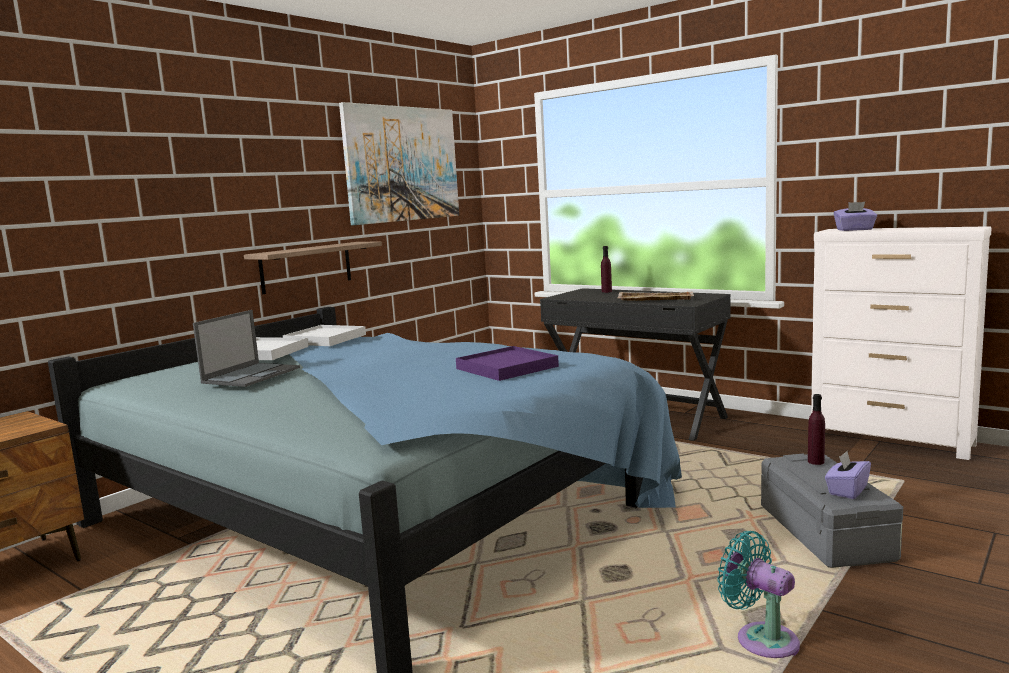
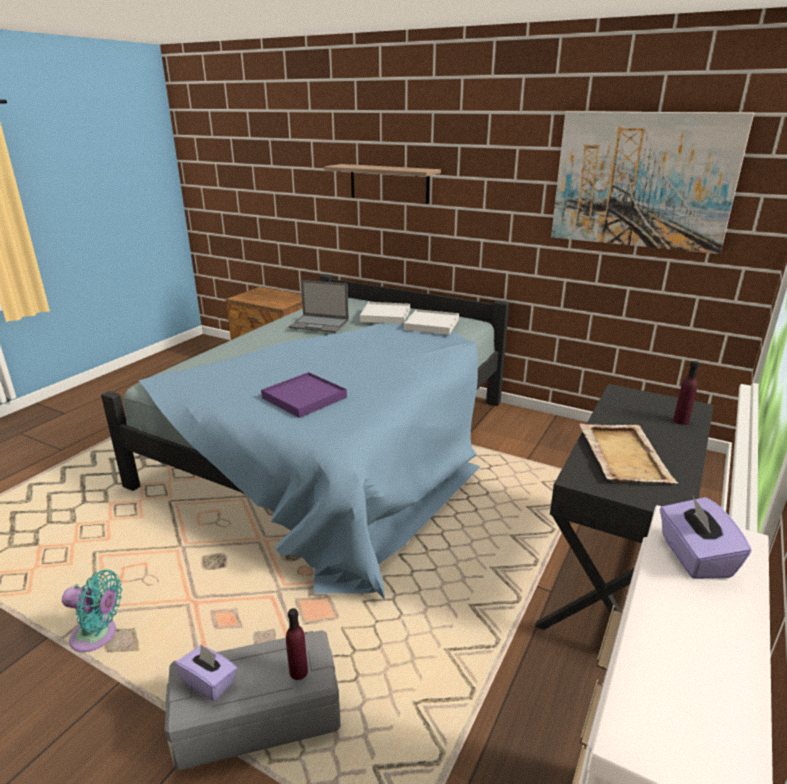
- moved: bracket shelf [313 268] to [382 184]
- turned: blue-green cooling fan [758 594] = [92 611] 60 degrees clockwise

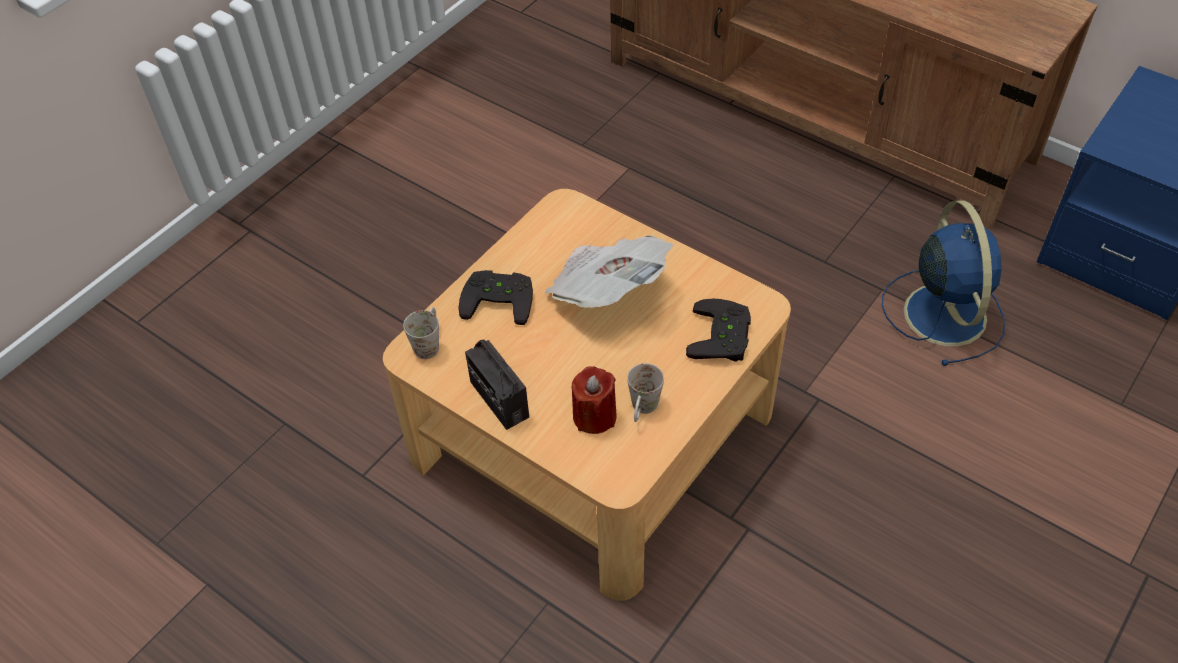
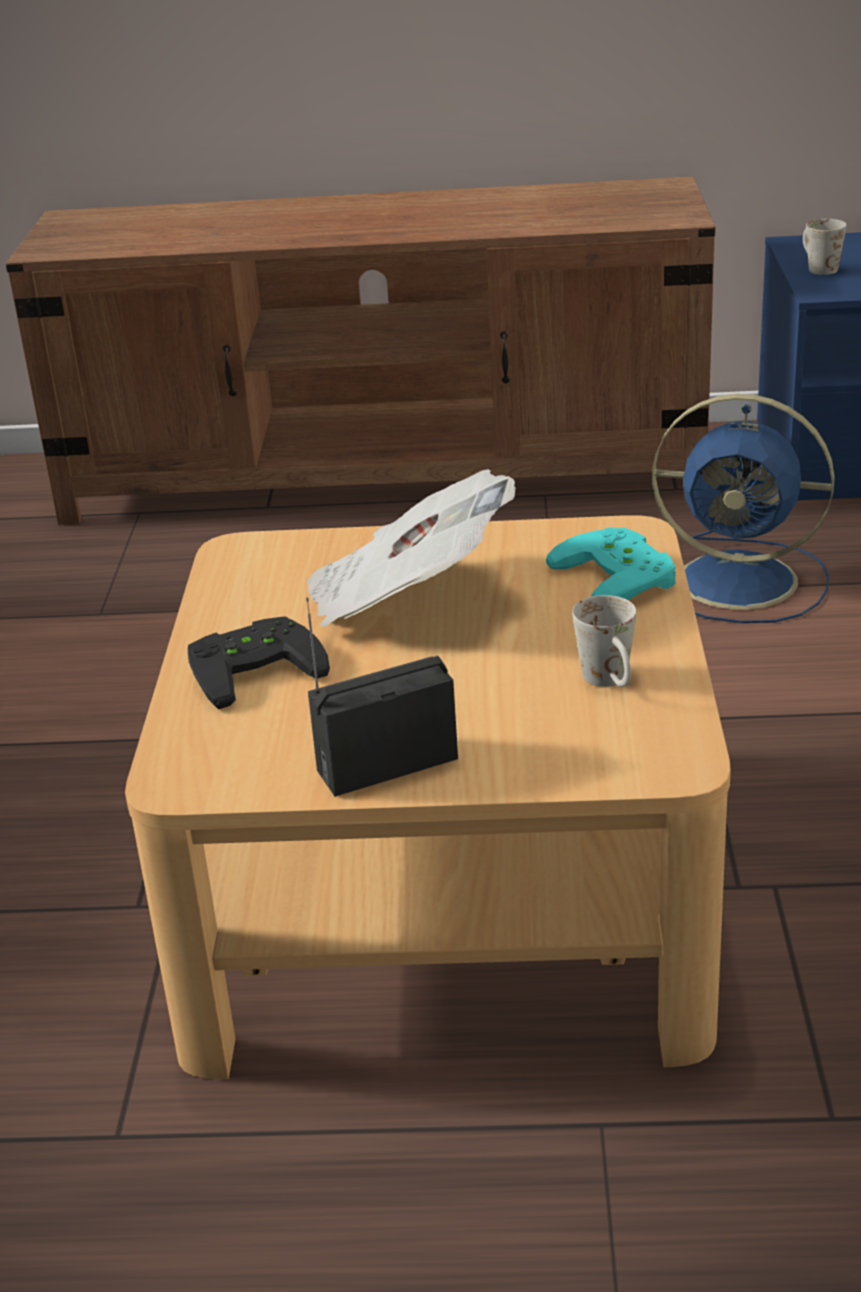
- turned: bluish cooling fan [943 283] = [743 508] 150 degrees clockwise
- recoloured: black-coloured joypad [718 330] to blue-green joypad [611 563]
- moved: whitish mug [421 333] to [825 247]
- turned: radio set [497 384] = [382 697] 135 degrees clockwise
- removed: red wax candle [594 400]

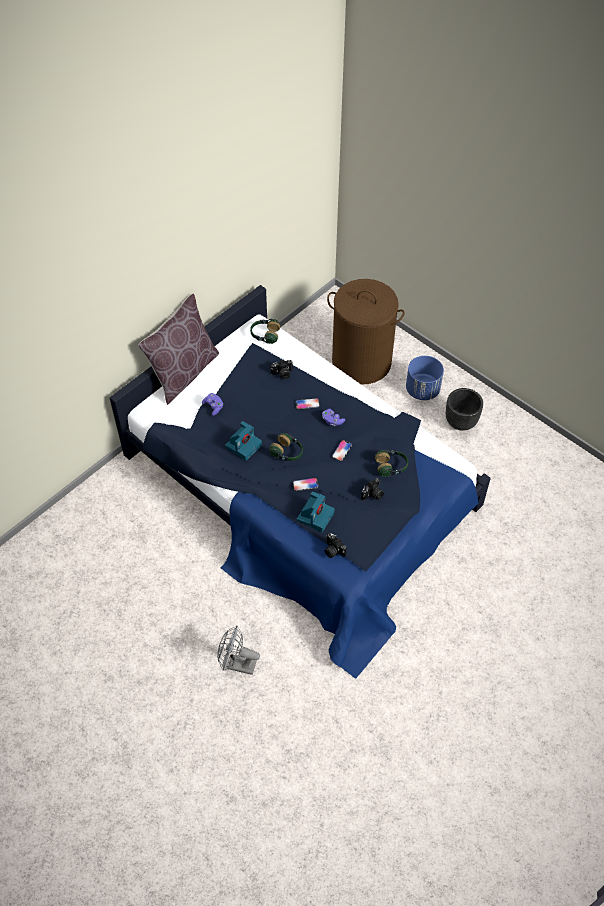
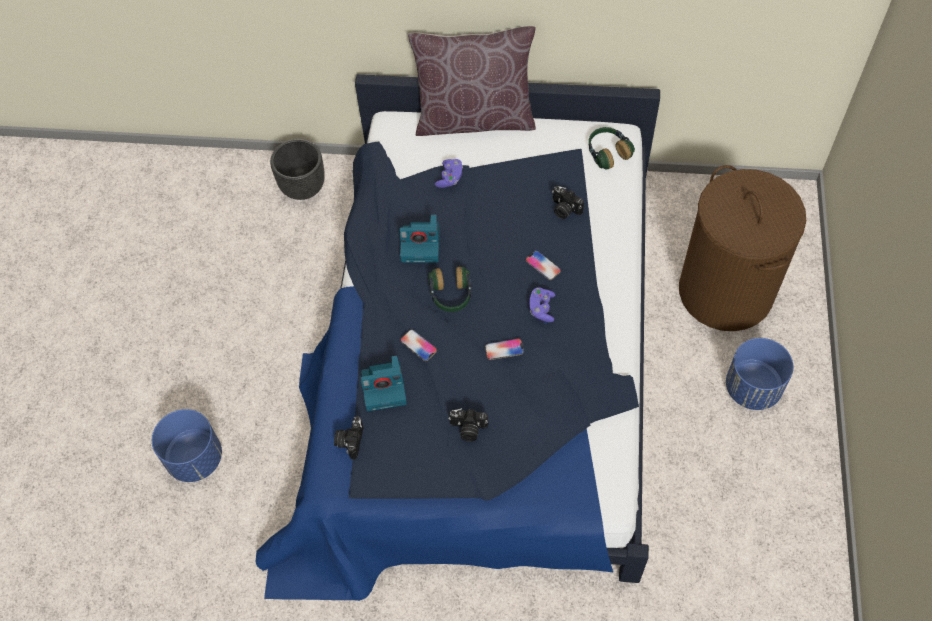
- moved: black-coloured planter [464 409] to [297 169]
- removed: headphones [391 463]
- replaced: grey cooling fan [238 650] to bluish planter [187 445]

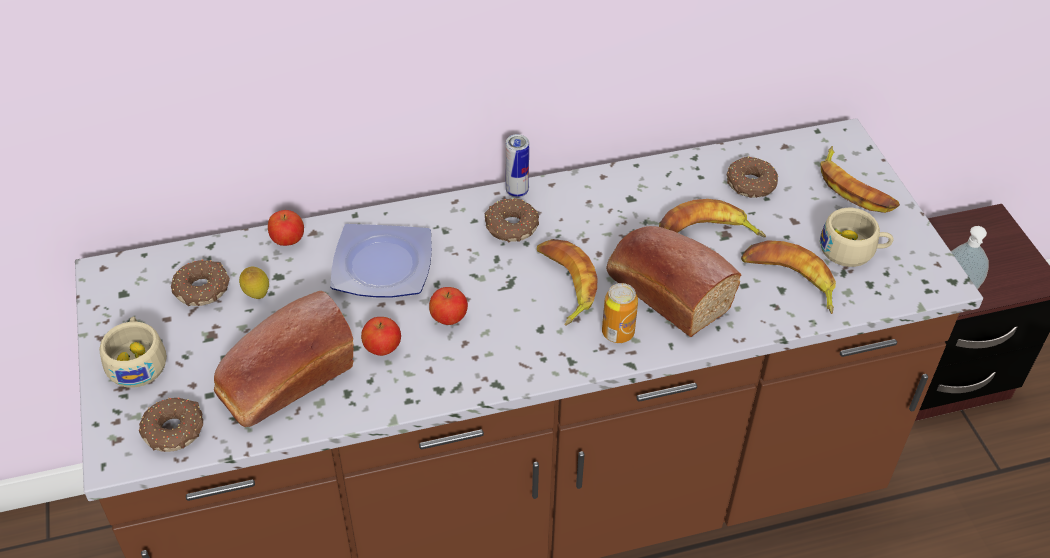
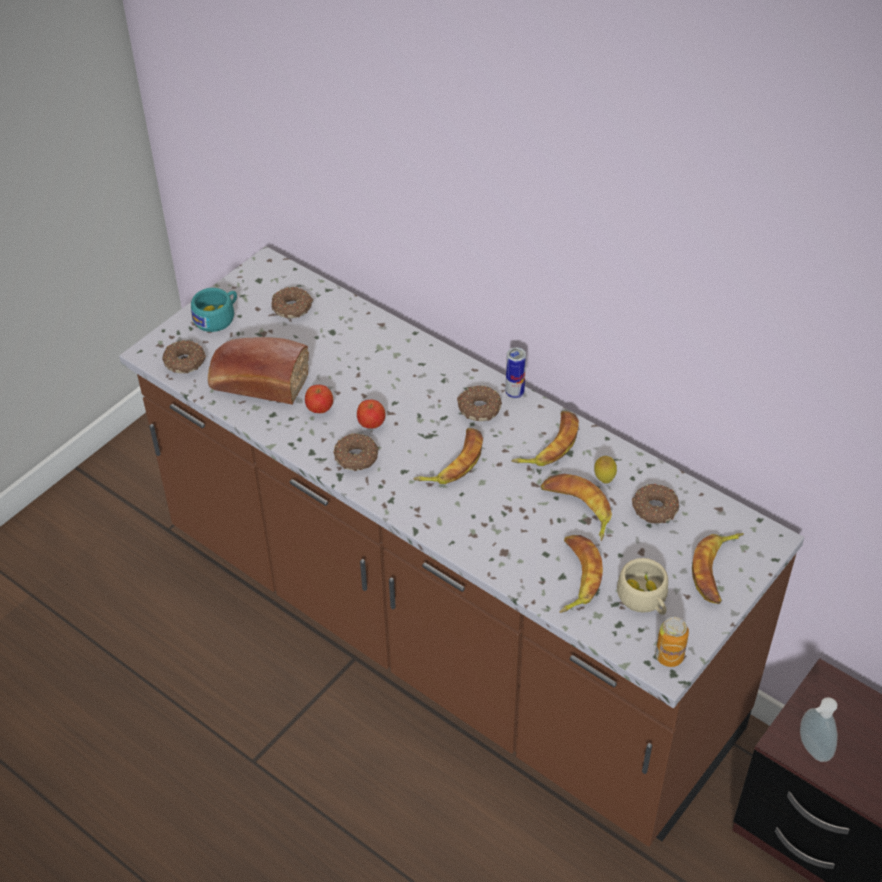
- removed: apple fruit [286 228]
- removed: flat dish [381 261]
- removed: bakery bread [673 281]
- moved: whole lemon [254 283] to [605 469]
- moved: metal can [620 313] to [672 642]
- recoloured: beige drinking cup [133 352] to blue-green drinking cup [214 310]
- added: whole banana [545 438]
- added: ring doughnut [356 452]

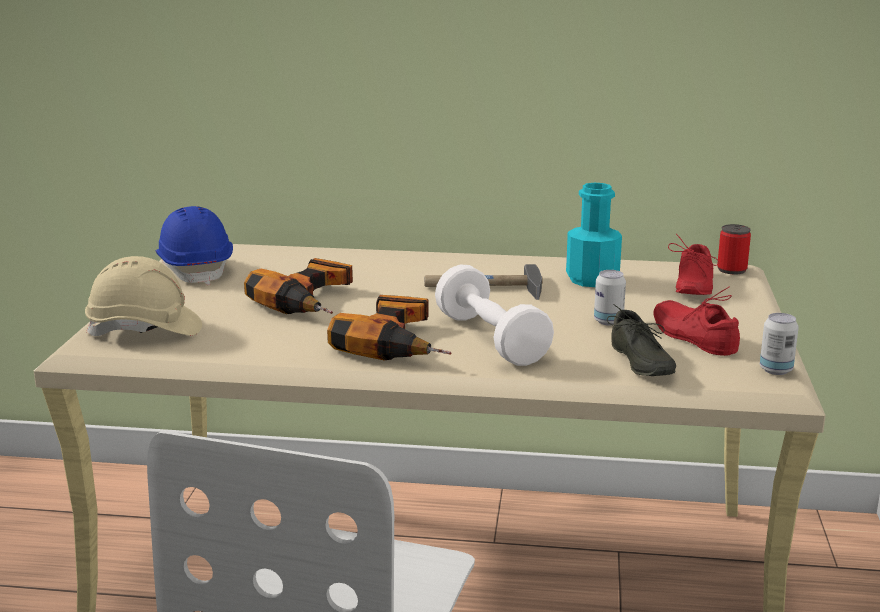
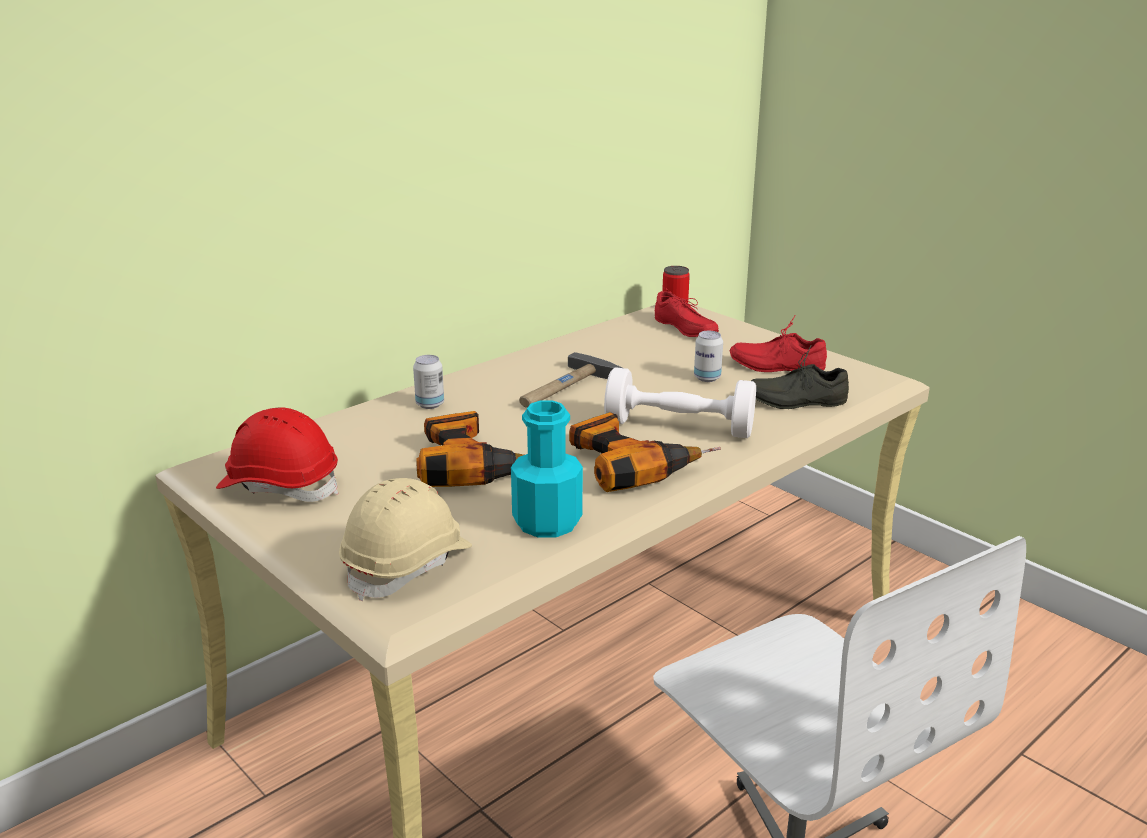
- moved: blue-green beverage bottle [594 235] to [547 469]
- recoloured: bluish work helmet [194 245] to red work helmet [277 454]
- turned: grey item of footwear [641 340] = [800 377] 150 degrees clockwise
- moved: metal can [779 344] to [428 382]

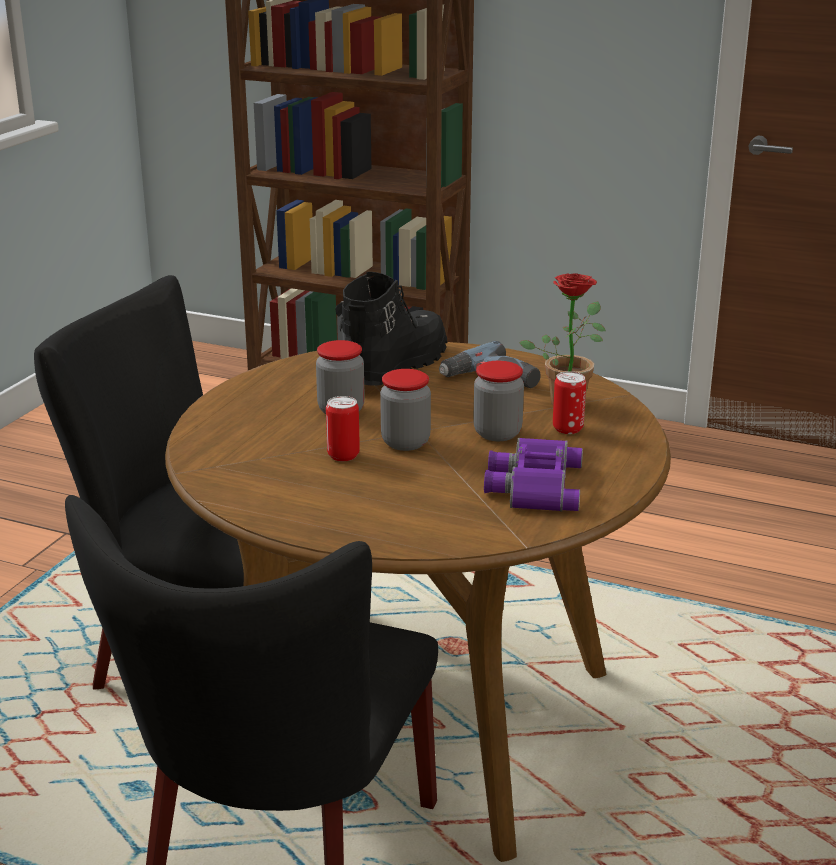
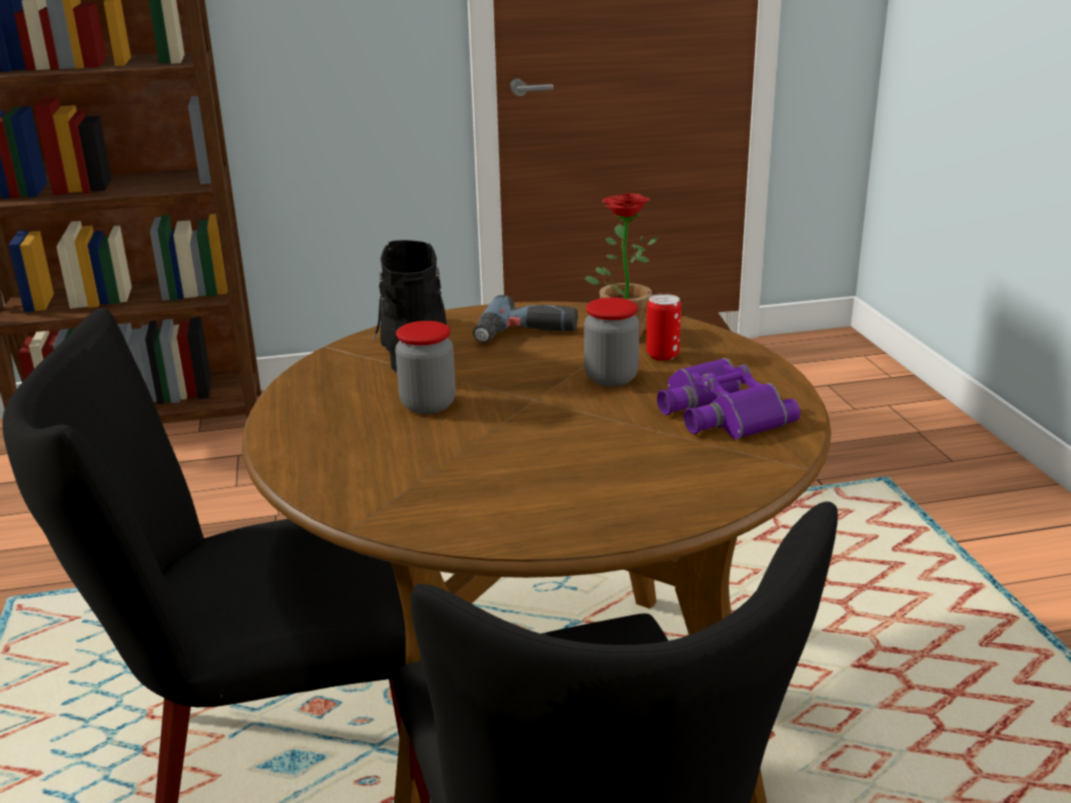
- removed: storage jar [405 410]
- removed: metal can [343 428]

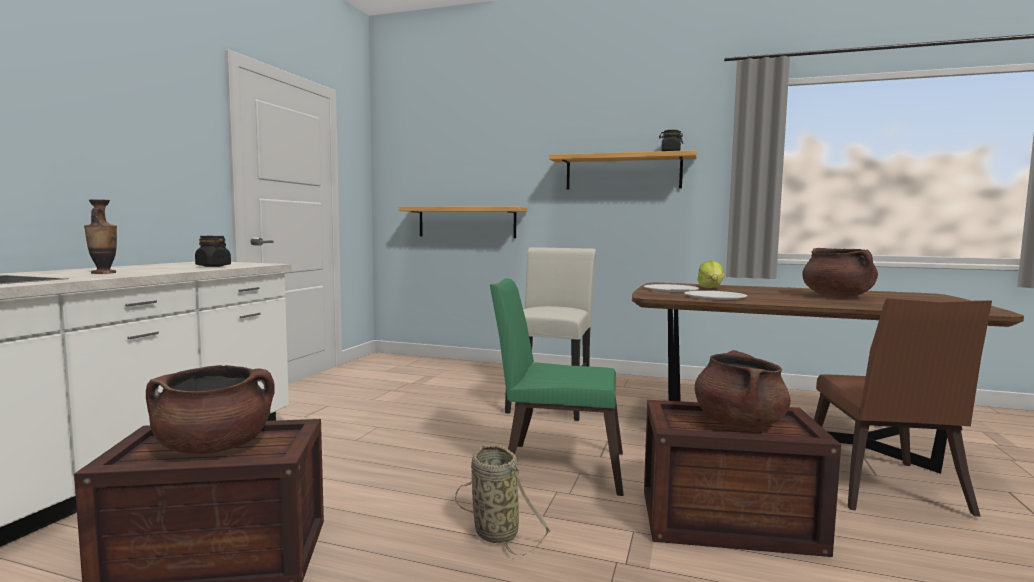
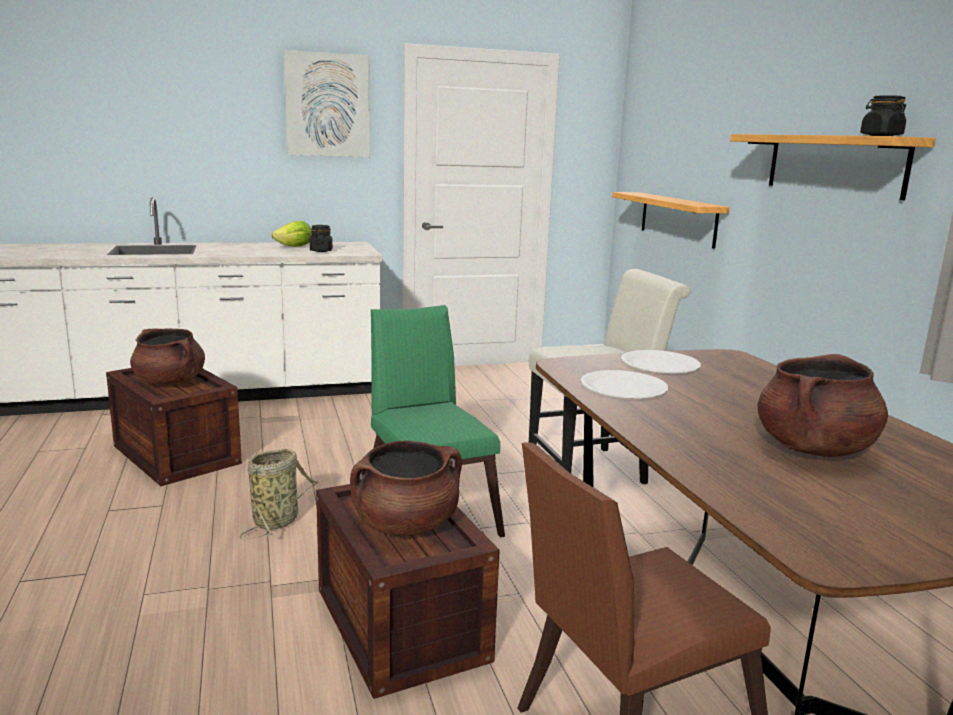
- removed: decorative vase [100 236]
- moved: head of lettuce [711 274] to [291 234]
- added: wall picture [327 103]

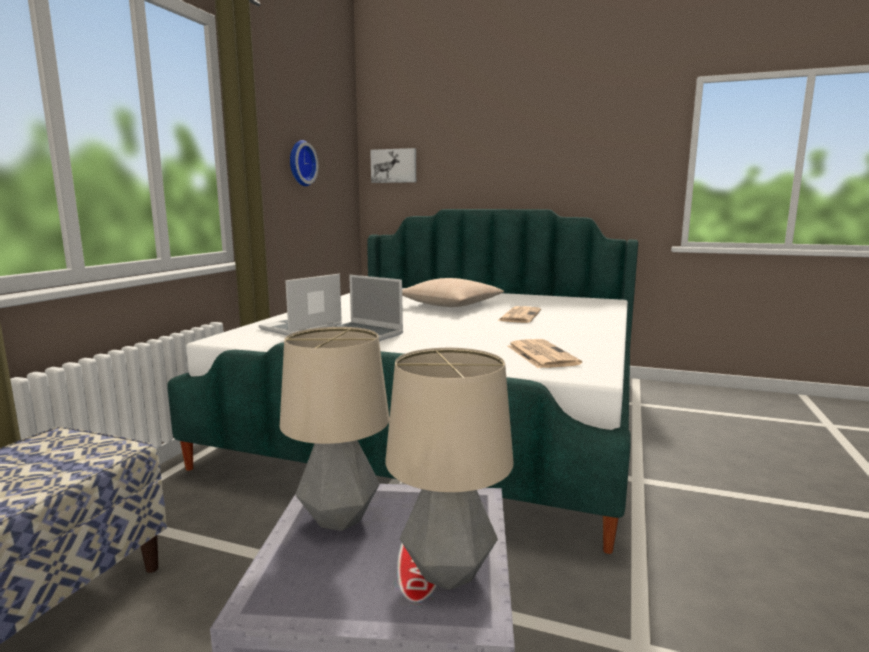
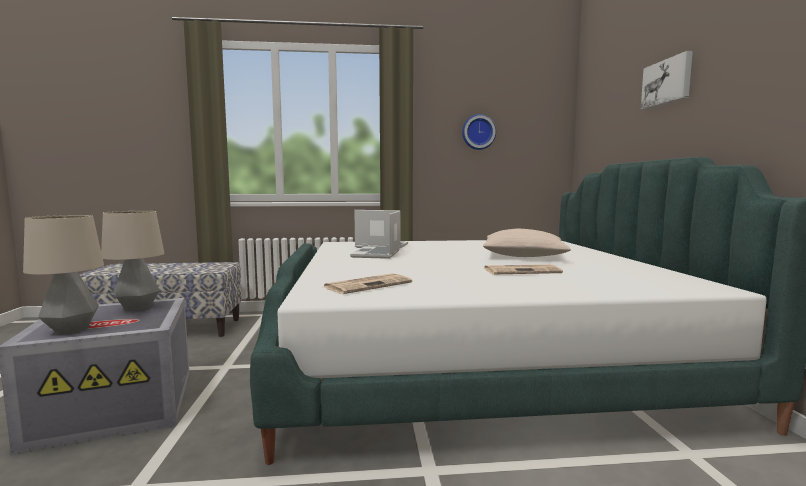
- moved: wall picture [393 165] to [667 80]

